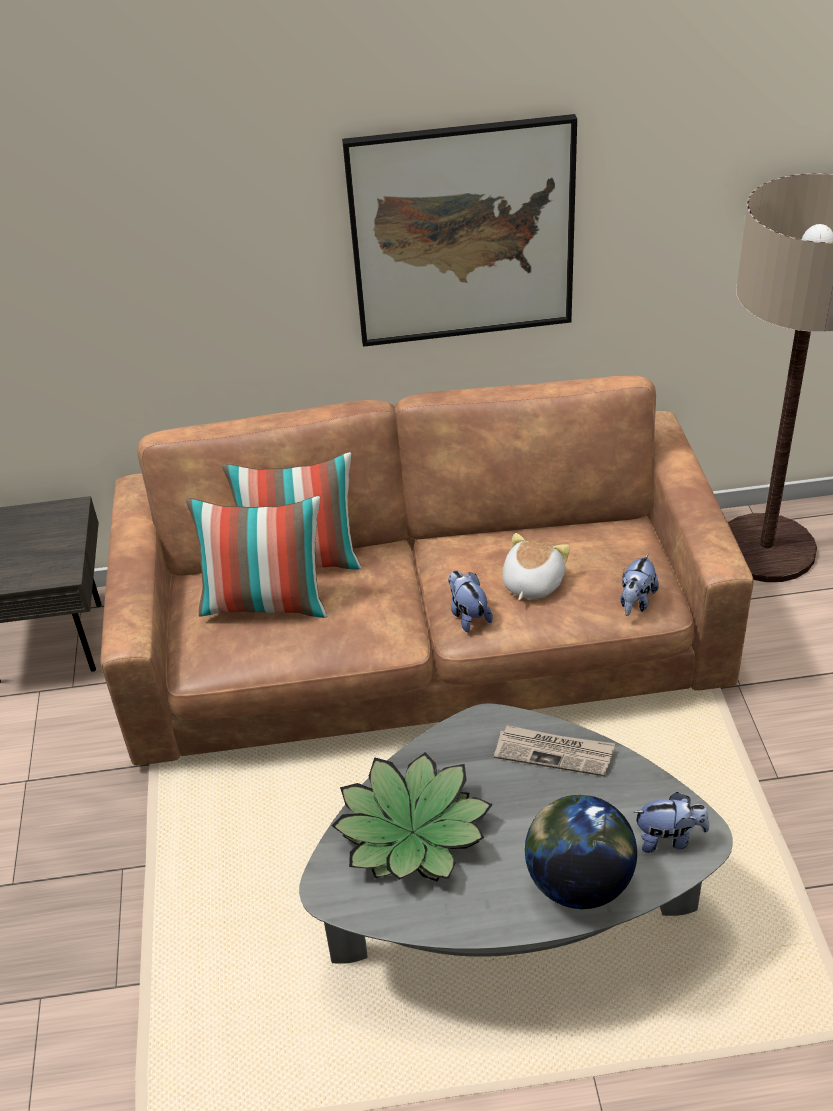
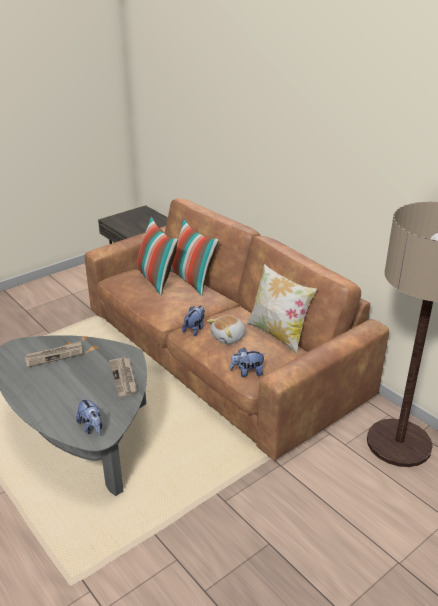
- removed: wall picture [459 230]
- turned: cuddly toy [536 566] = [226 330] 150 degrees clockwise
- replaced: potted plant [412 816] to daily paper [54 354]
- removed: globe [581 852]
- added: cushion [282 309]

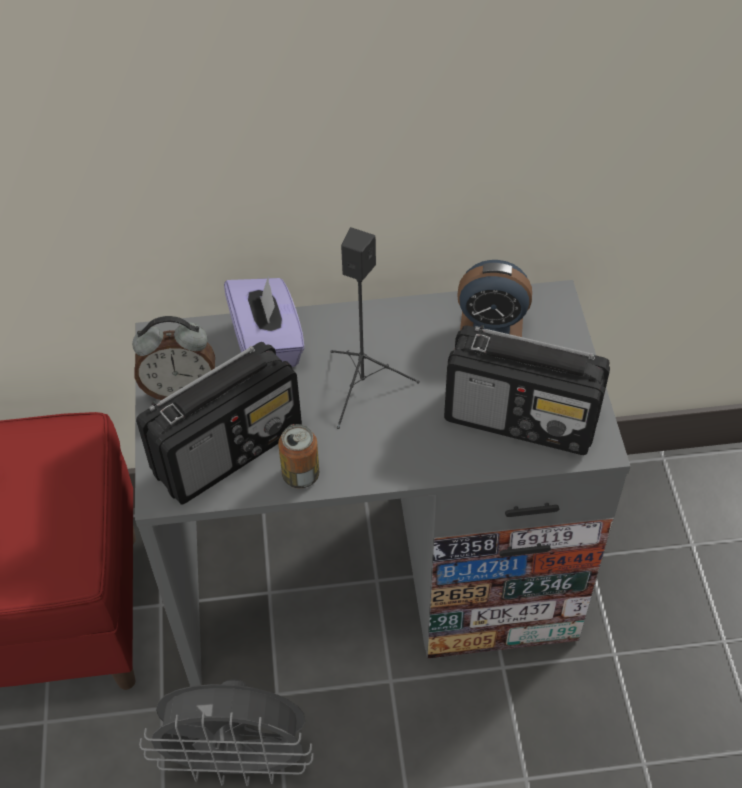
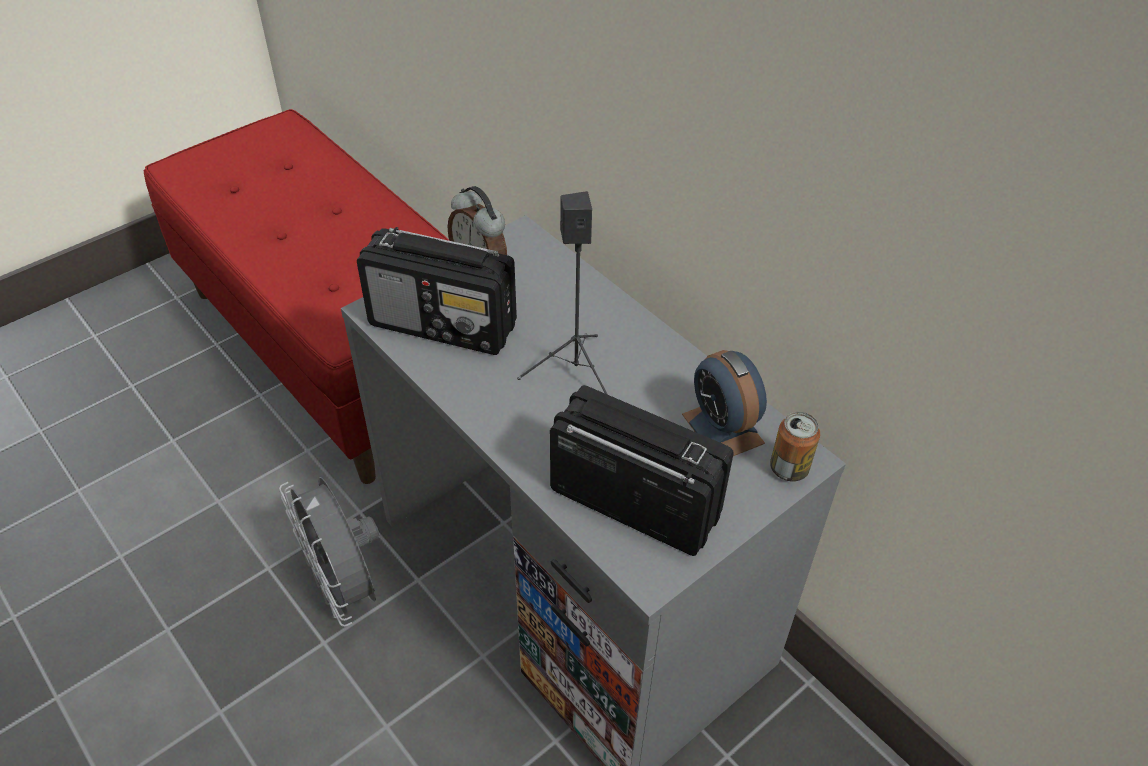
- removed: purple-coloured tissue holder [264 321]
- turned: radio set [527 390] = [642 470] 135 degrees clockwise
- moved: metal can [298 456] to [795 447]

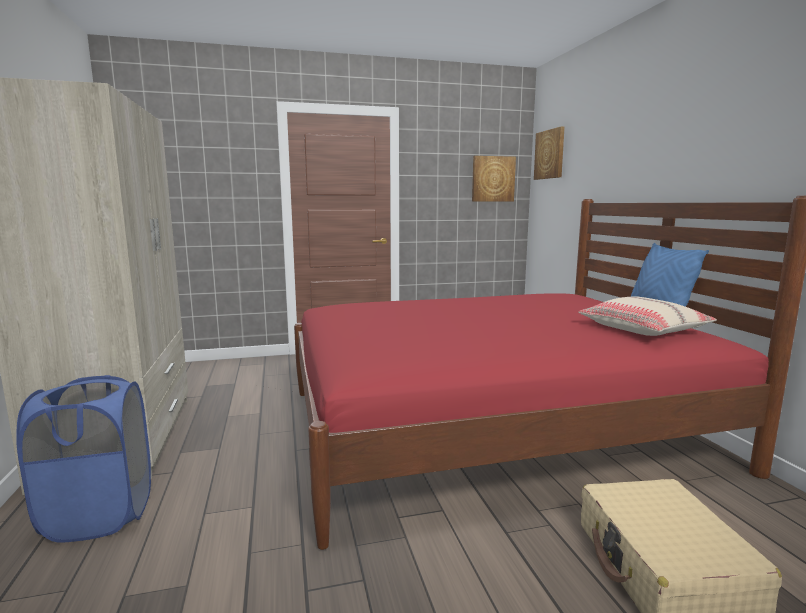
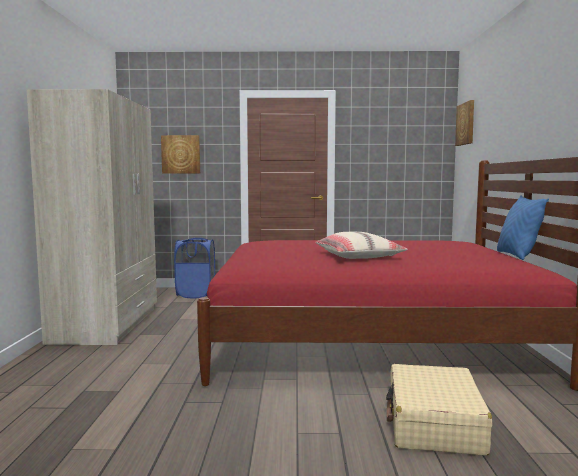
- moved: wall picture [494 179] to [180 154]
- moved: beige cushion [647 316] to [361 245]
- moved: bluish hamper [83 459] to [194 268]

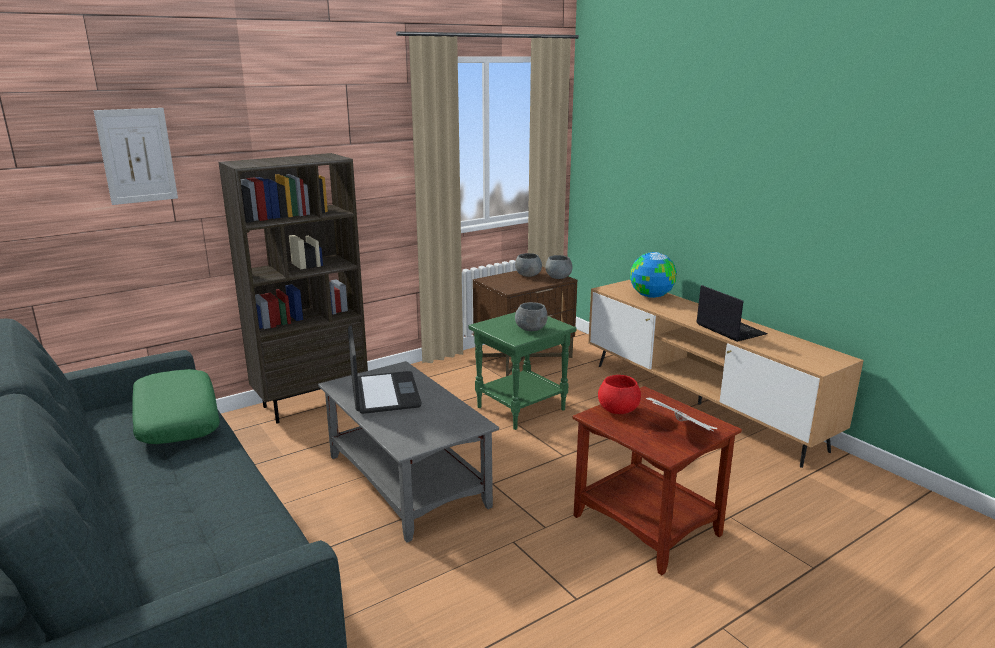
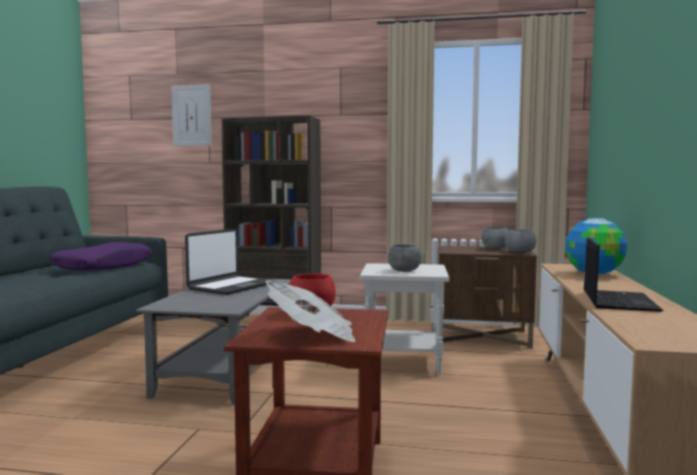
- recoloured: green side table [523 371] to whitish side table [405 319]
- recoloured: green cushion [176 406] to purple-coloured cushion [101 256]

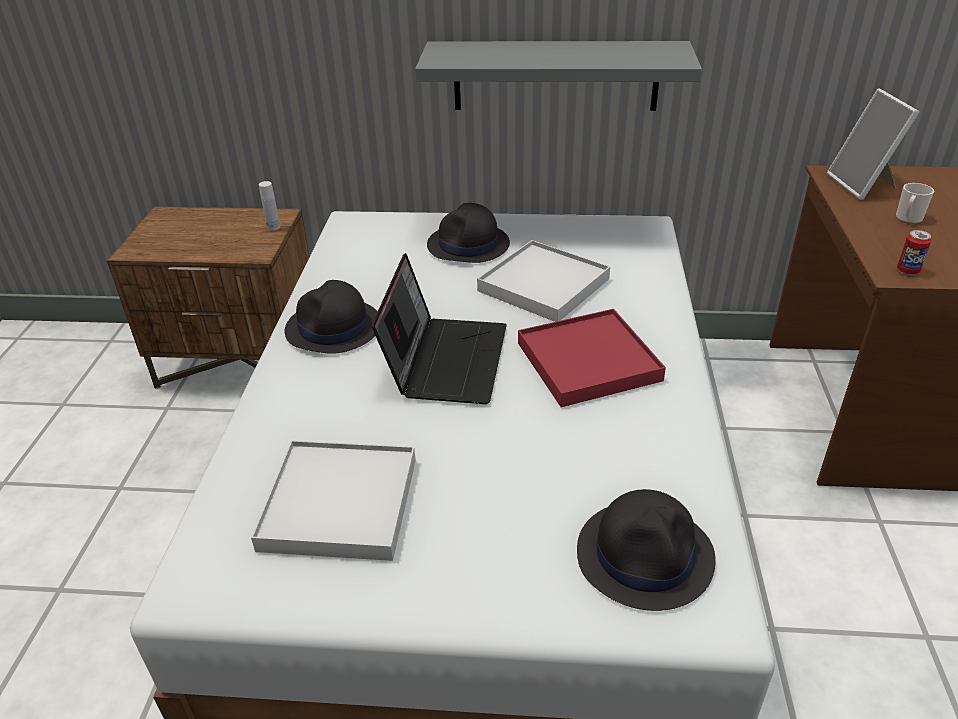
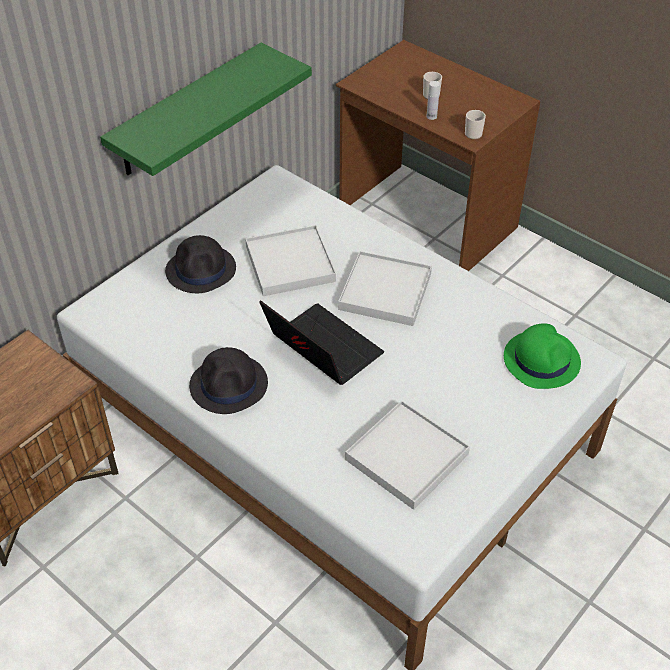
- recoloured: grey bracket shelf [558 76] to green bracket shelf [206 109]
- removed: photo frame [873 144]
- moved: whitish beverage bottle [269 205] to [433 100]
- replaced: metal can [914 252] to mug [475 124]
- recoloured: red tray [592 358] to whitish tray [385 288]
- recoloured: black-coloured wearable hat [646 550] to green wearable hat [542 356]

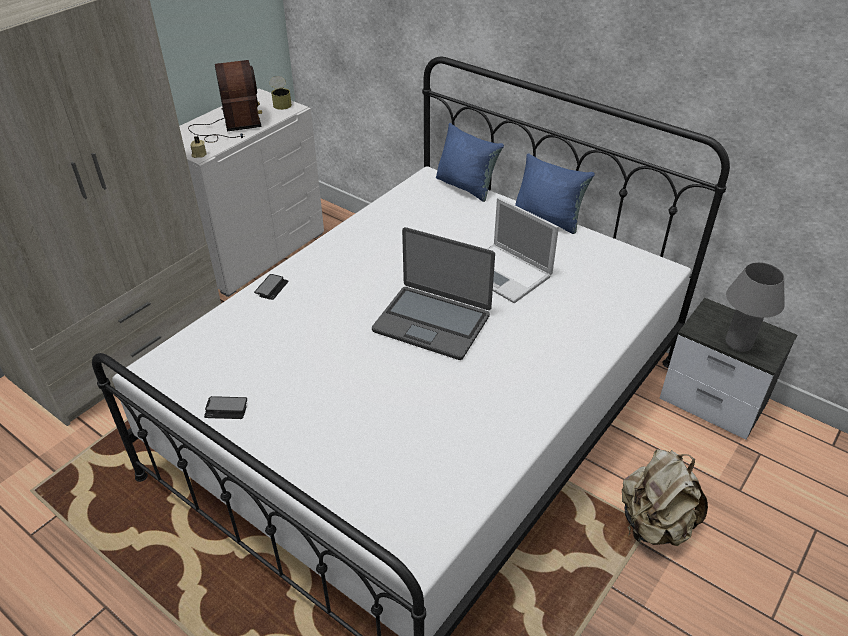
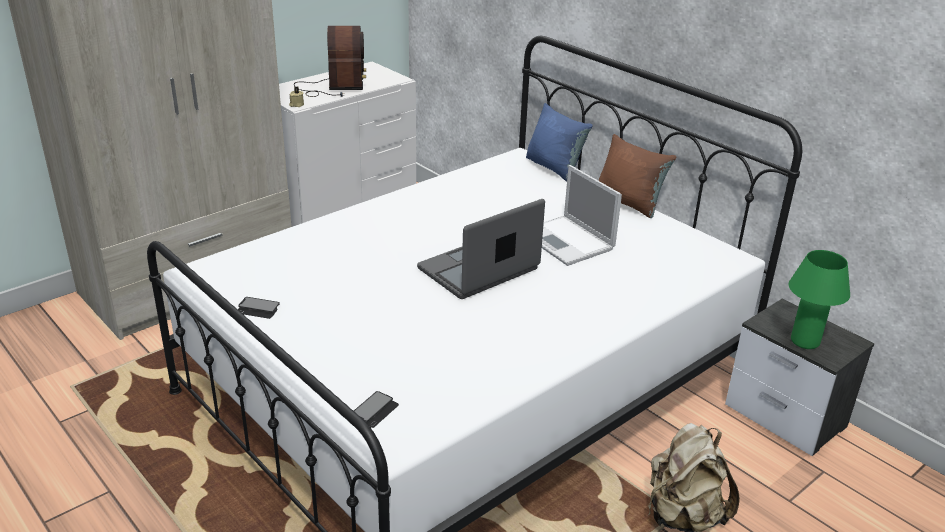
- removed: metal can [280 93]
- recoloured: bluish cushion [555 193] to brown-coloured cushion [637 176]
- turned: notebook computer [433 293] = [481 249] 105 degrees clockwise
- recoloured: grey lamp for a table [755 307] to green lamp for a table [819 299]
- moved: handset [271 287] to [376 409]

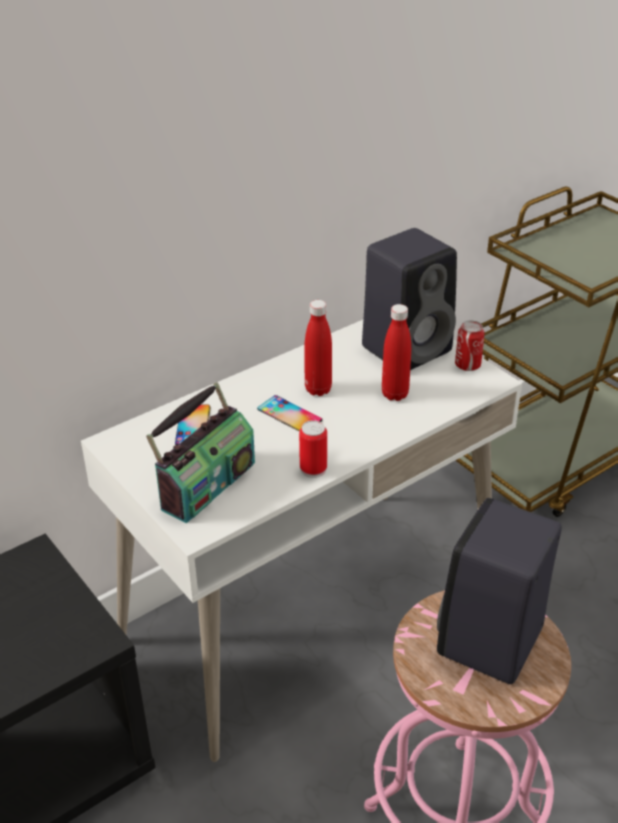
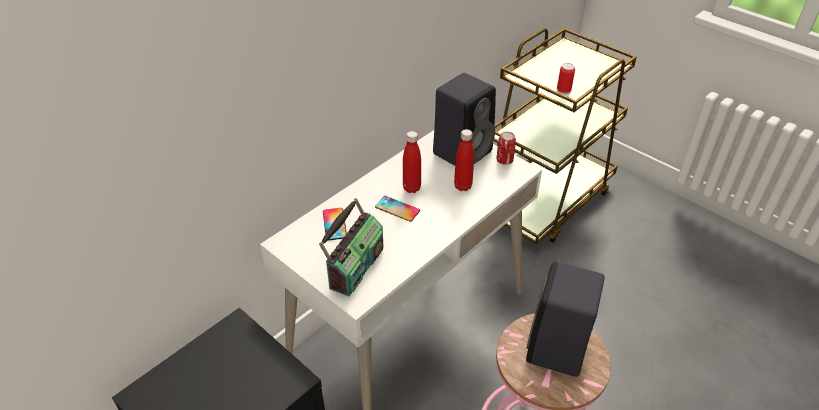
- moved: metal can [313 449] to [566 79]

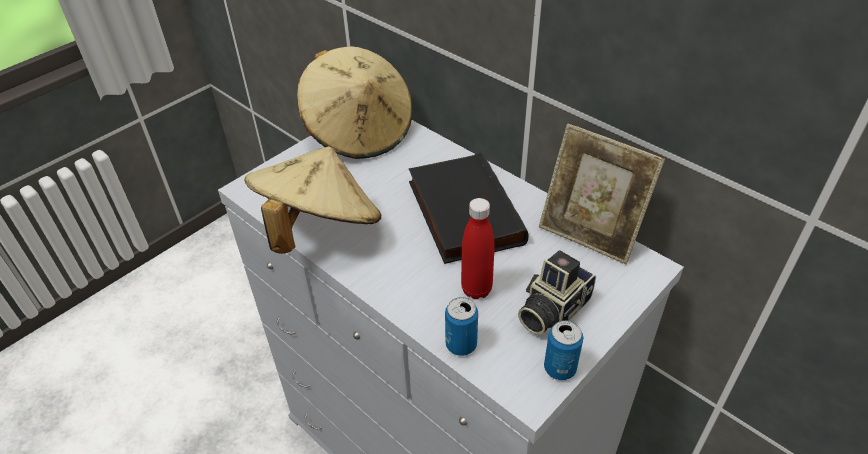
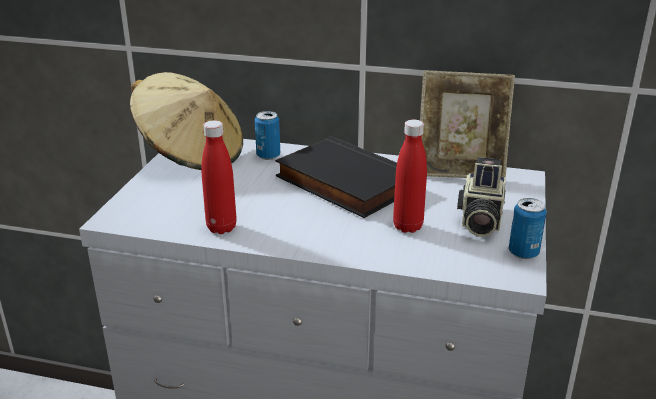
- replaced: beige wearable hat [313 200] to red beverage bottle [219 177]
- moved: metal can [461 326] to [267 135]

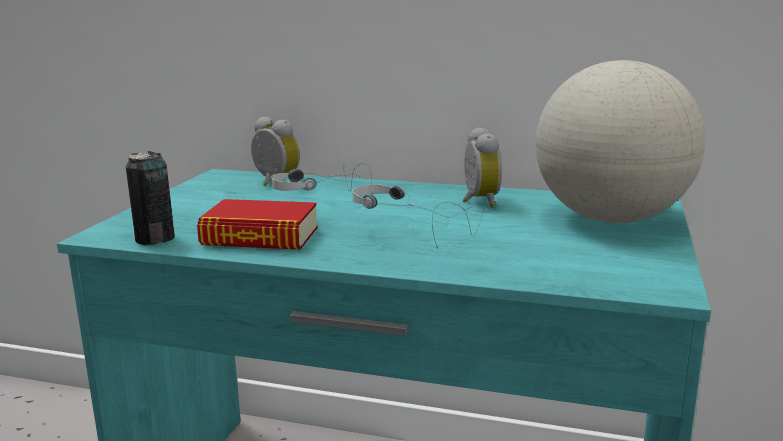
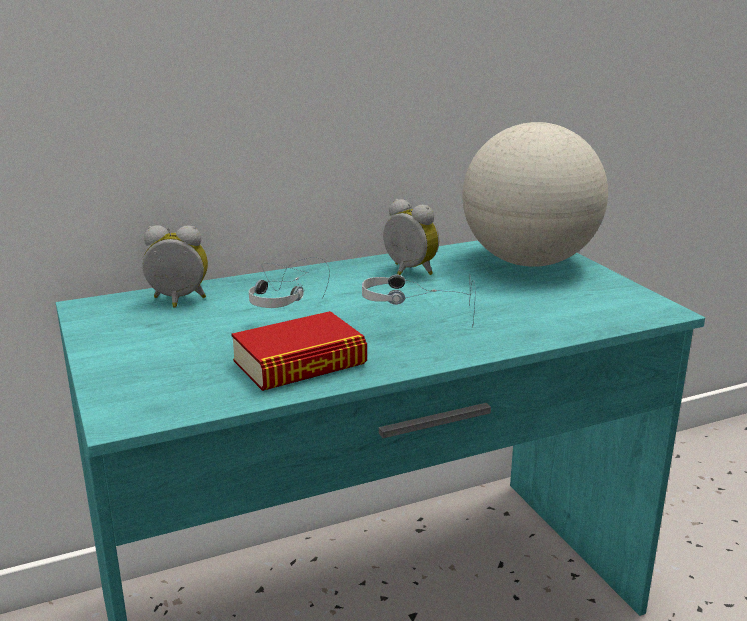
- removed: metal can [150 198]

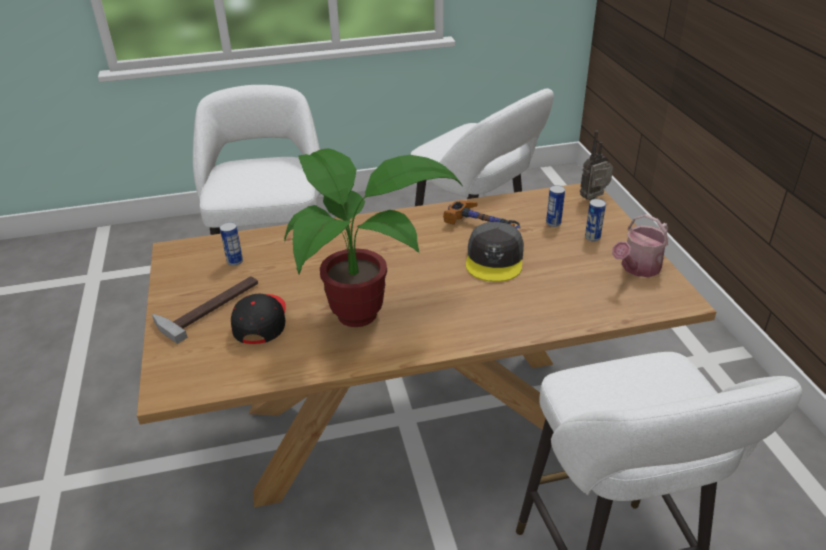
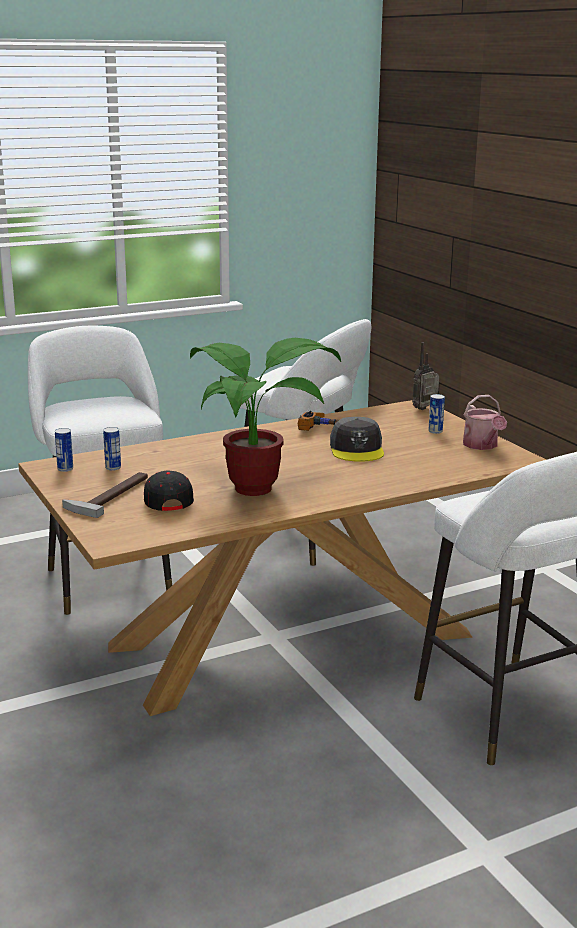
- moved: metal can [555 206] to [64 450]
- turned: watering can [640 245] = [485 422] 45 degrees counterclockwise

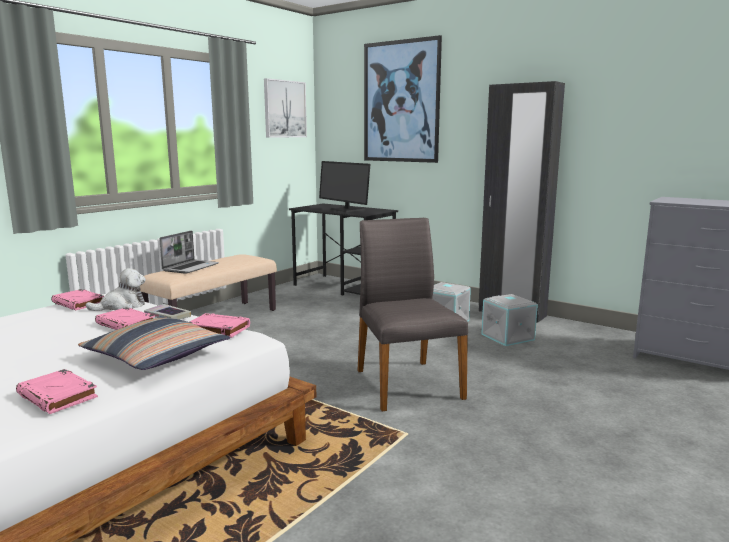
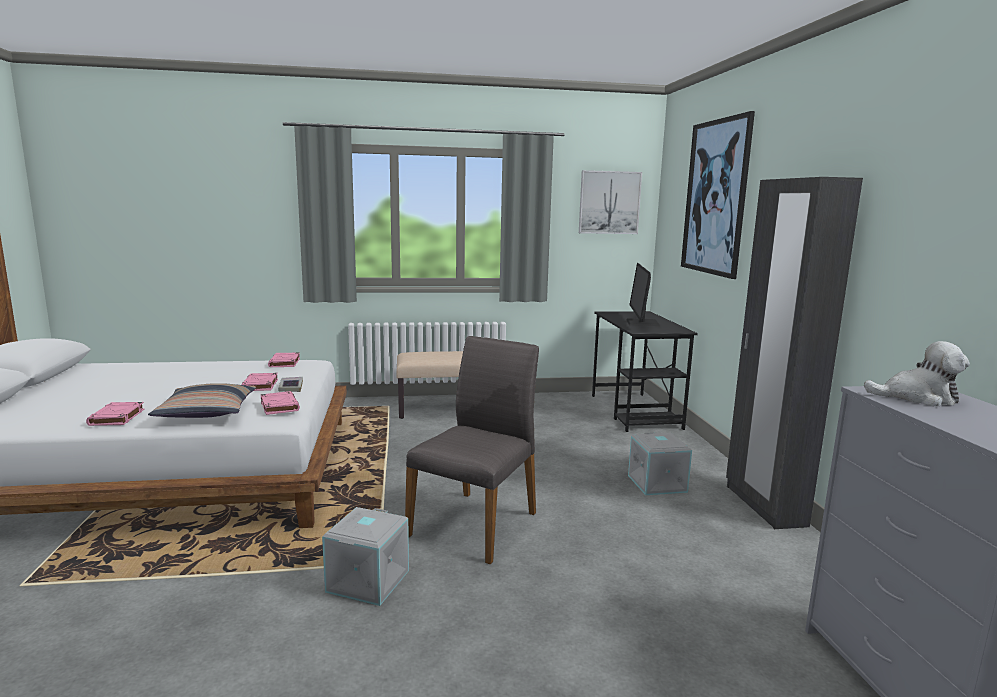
- removed: notebook computer [189 252]
- moved: cuddly toy [115 289] to [917 373]
- moved: grey storage bin [509 320] to [365 556]

